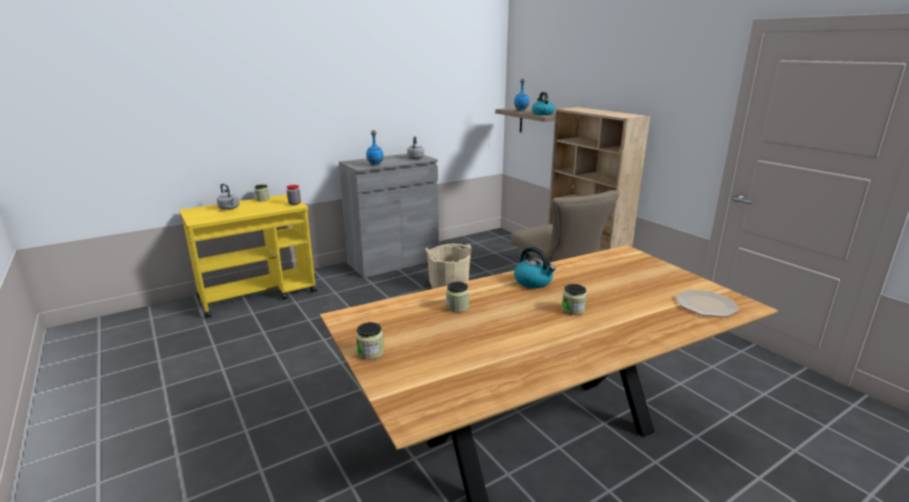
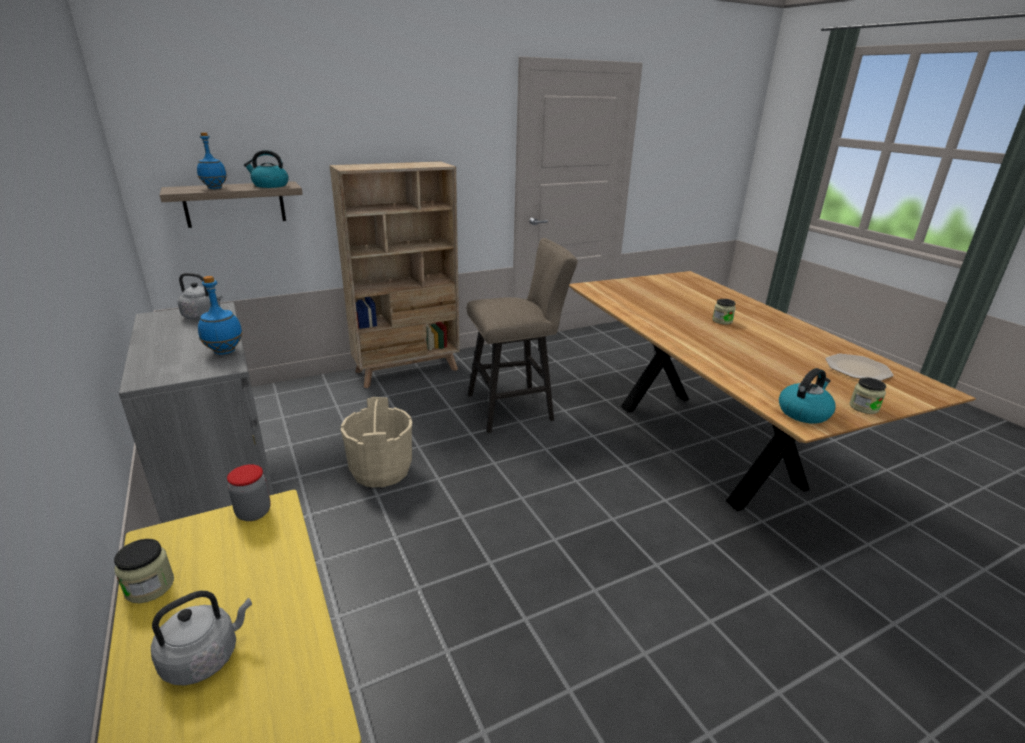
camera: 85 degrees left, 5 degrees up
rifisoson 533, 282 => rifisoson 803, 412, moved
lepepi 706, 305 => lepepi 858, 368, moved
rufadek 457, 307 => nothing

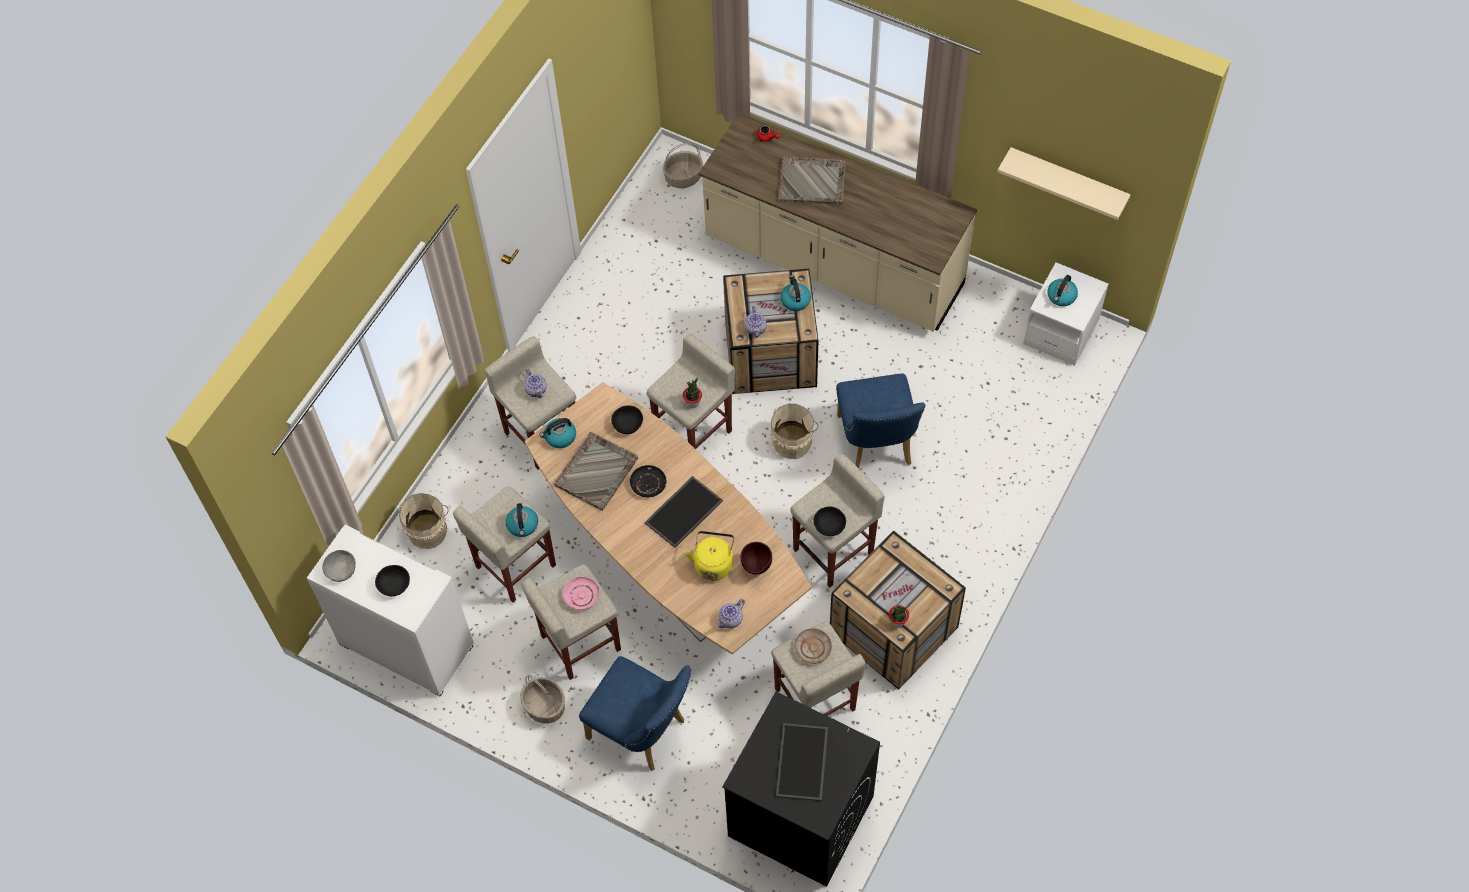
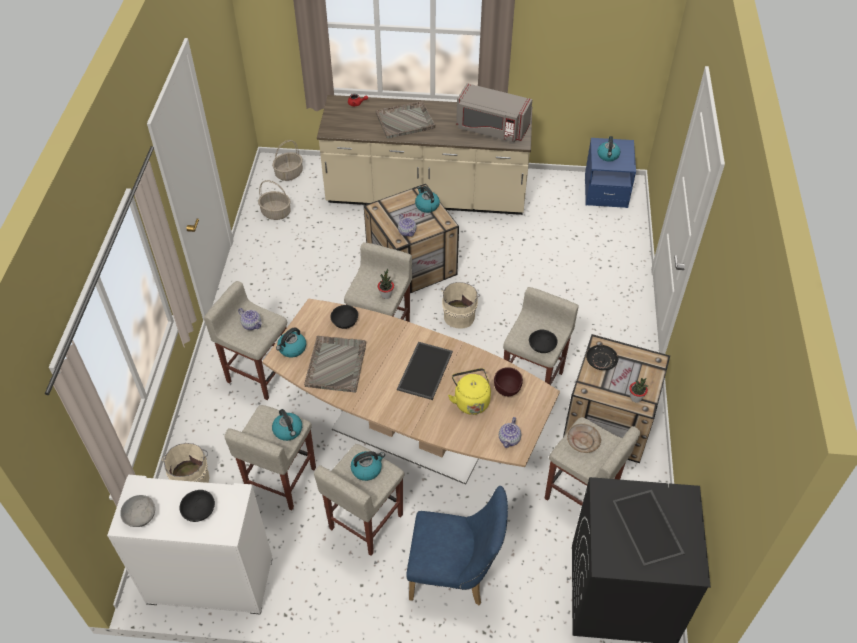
camera: 25 degrees left, 10 degrees down
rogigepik 545, 706 => rogigepik 276, 212, moved
lepepi (pink) 581, 596 => rifisoson 367, 469
nothing => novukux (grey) 491, 128
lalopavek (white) 1061, 332 => lalopavek (blue) 605, 191
lepepi (black) 648, 484 => lepepi (black) 601, 360, moved
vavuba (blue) 876, 446 => nothing
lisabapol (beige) 1067, 181 => nothing

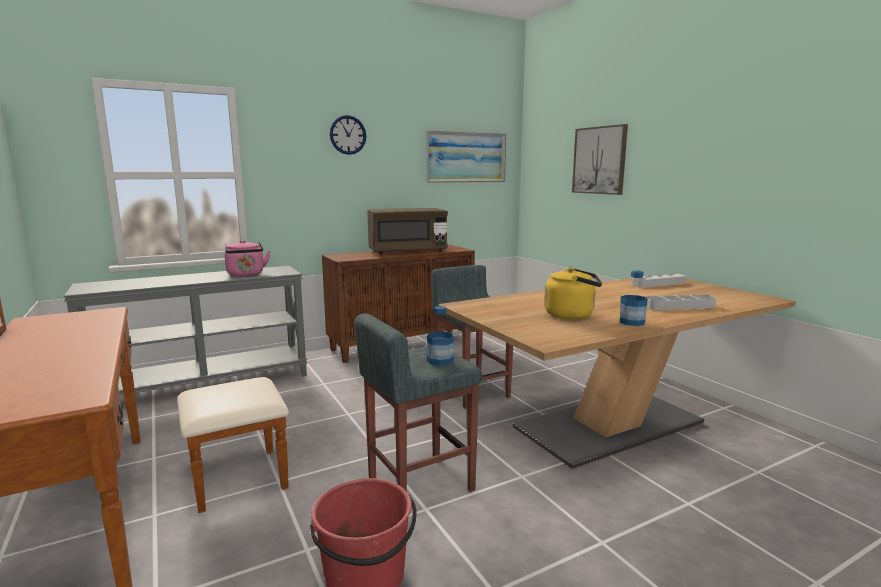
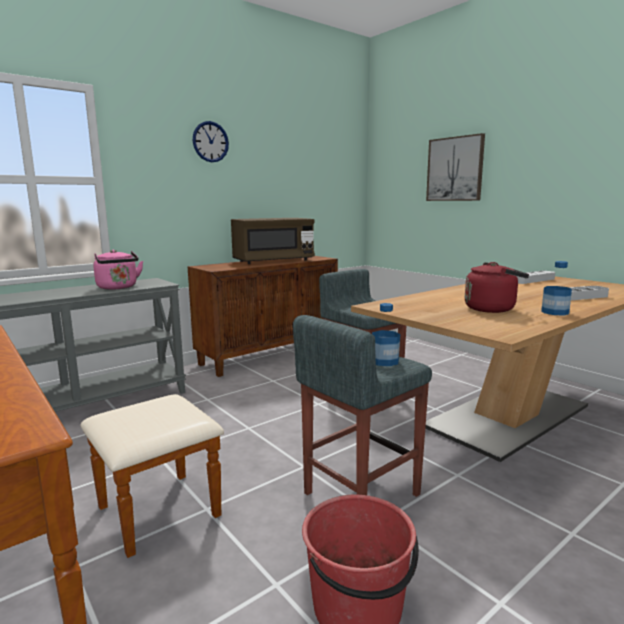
camera: 10 degrees left, 0 degrees up
rifisoson (yellow) 572, 315 => rifisoson (red) 492, 309
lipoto 466, 157 => nothing

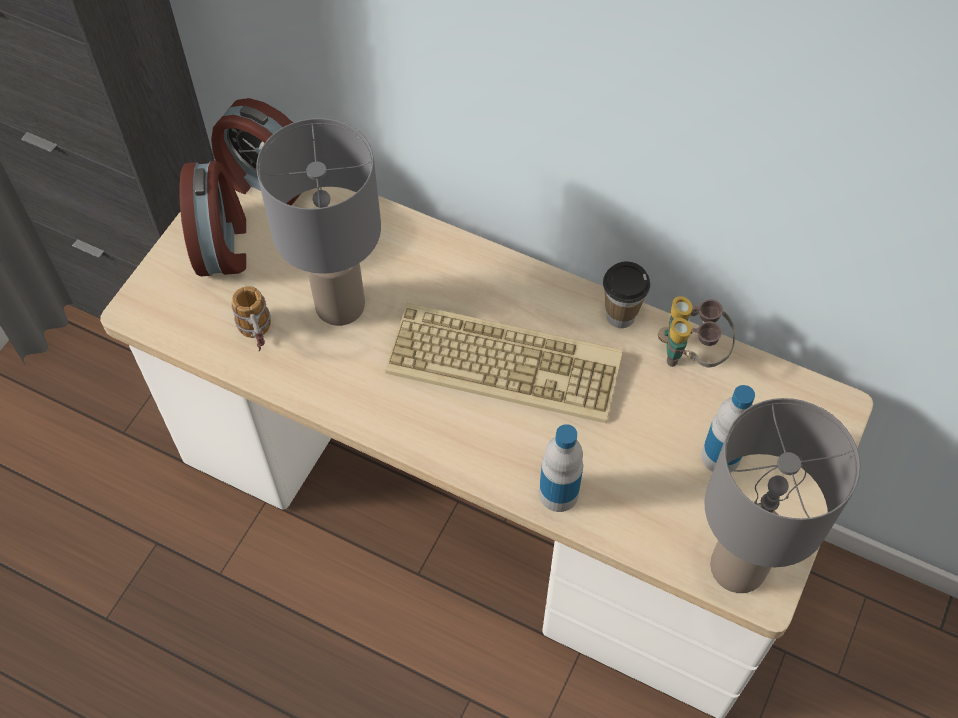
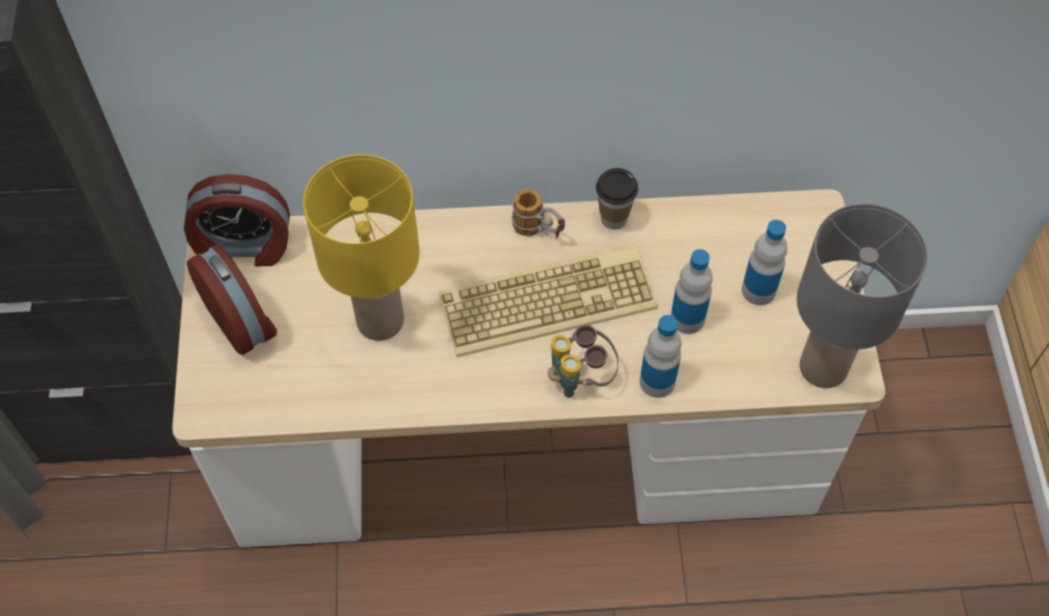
camera: 30 degrees left, 0 degrees up
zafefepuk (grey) 338, 304 => zafefepuk (yellow) 378, 320
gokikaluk 258, 337 => gokikaluk 539, 232, moved
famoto 691, 353 => famoto 580, 377, moved
nothing => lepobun 687, 318

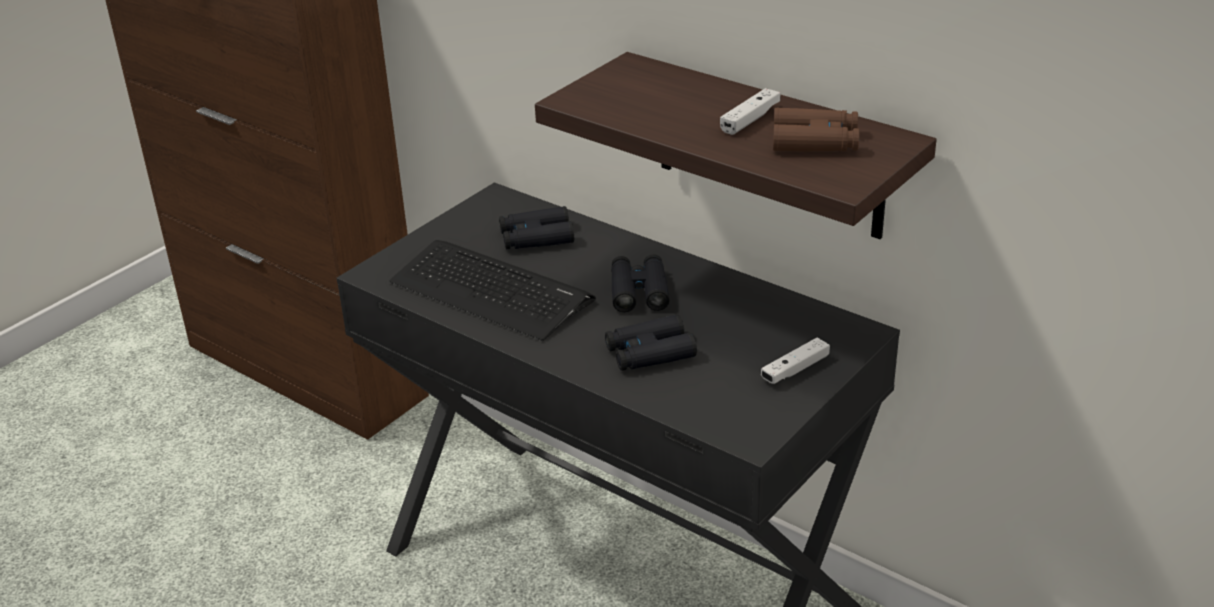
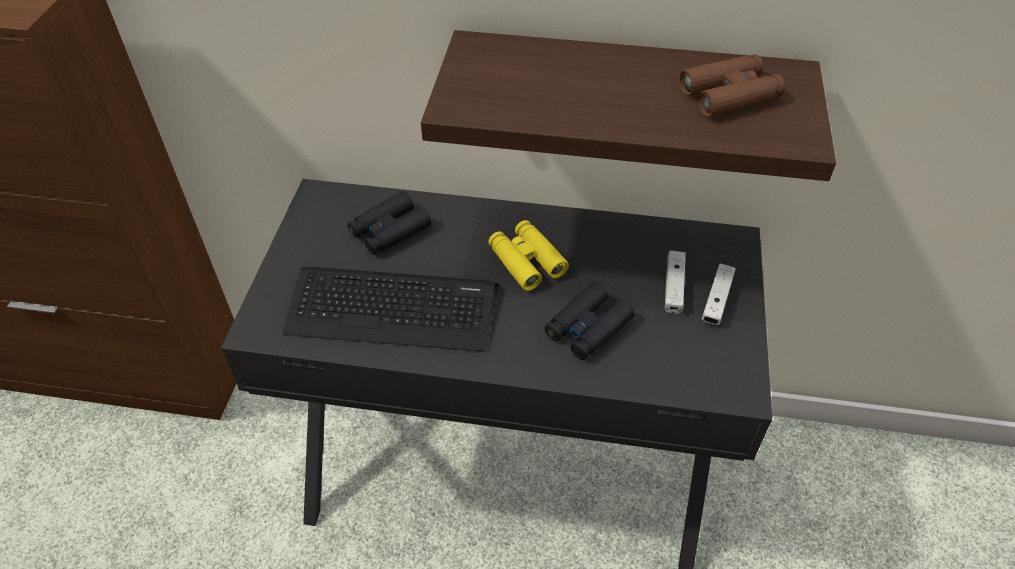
camera: 30 degrees left, 15 degrees up
famoto (black) 639, 291 => famoto (yellow) 526, 261
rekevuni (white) 750, 119 => rekevuni (white) 673, 287, moved

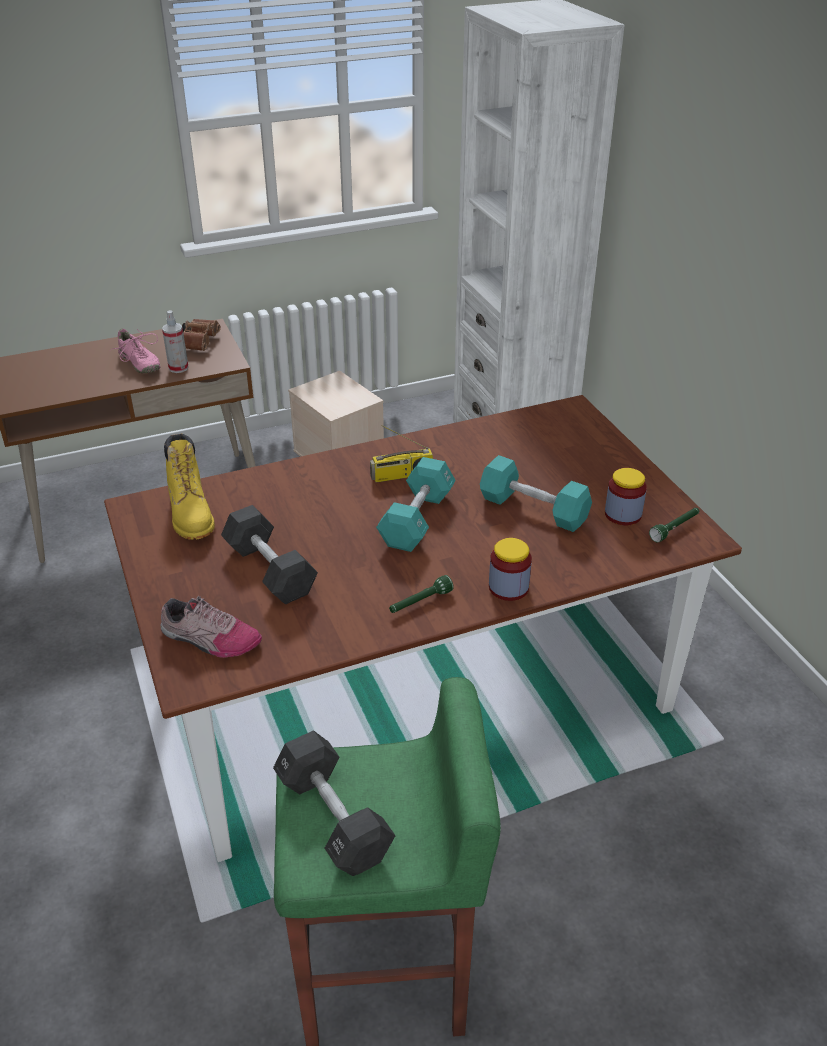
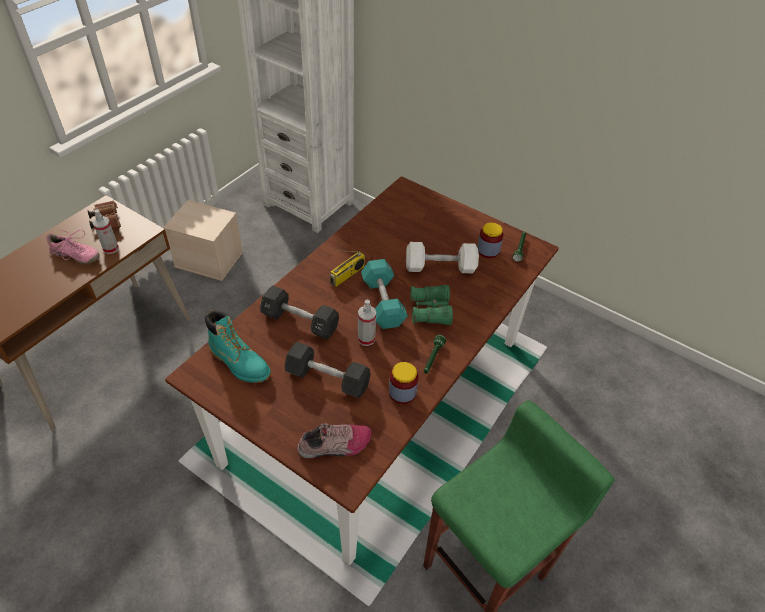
camera: 35 degrees left, 10 degrees up
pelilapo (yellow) 191, 515 => pelilapo (turquoise) 240, 363
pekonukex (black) 333, 817 => pekonukex (black) 300, 321, moved
nothing => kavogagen 366, 339
rufadek 508, 587 => rufadek 402, 392, moved
pekonukex (turquoise) 533, 509 => pekonukex (white) 440, 267
nothing => famoto (green) 430, 311

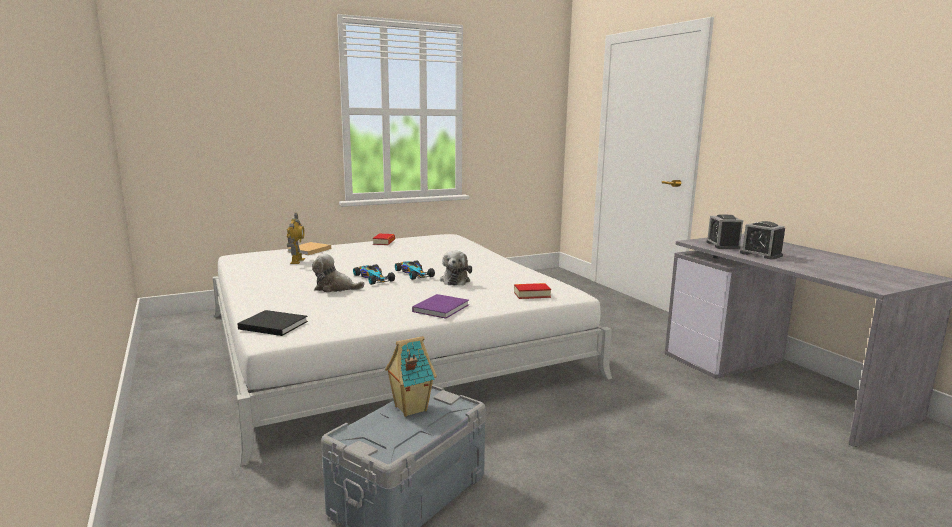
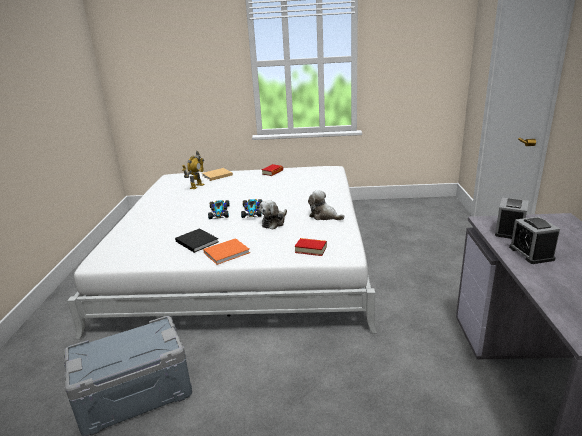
camera: 30 degrees right, 10 degrees up
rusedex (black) 272, 325 => rusedex (black) 196, 241, moved
rusedex (purple) 442, 308 => rusedex (orange) 228, 252
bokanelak 335, 288 => bokanelak 324, 216, moved
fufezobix 410, 408 => nothing

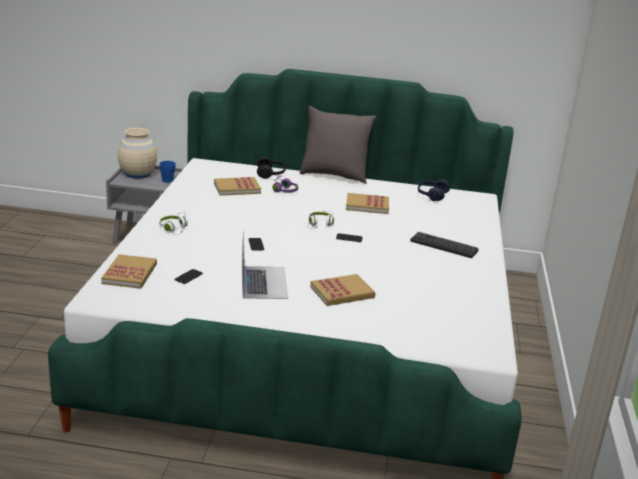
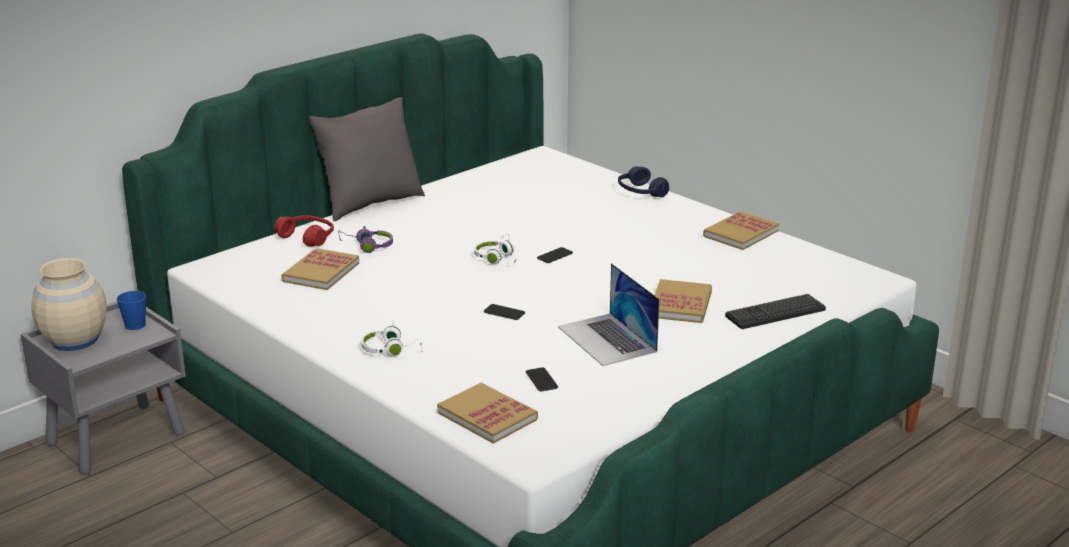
camera: 50 degrees left, 0 degrees up
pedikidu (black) 270, 174 => pedikidu (red) 307, 238
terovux 263, 282 => terovux 607, 339, 150 degrees counterclockwise
pedikidu (blue) 432, 195 => pedikidu (blue) 641, 192, moved
rusedex 367, 205 => rusedex 741, 233, moved
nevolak 444, 246 => nevolak 775, 313, moved

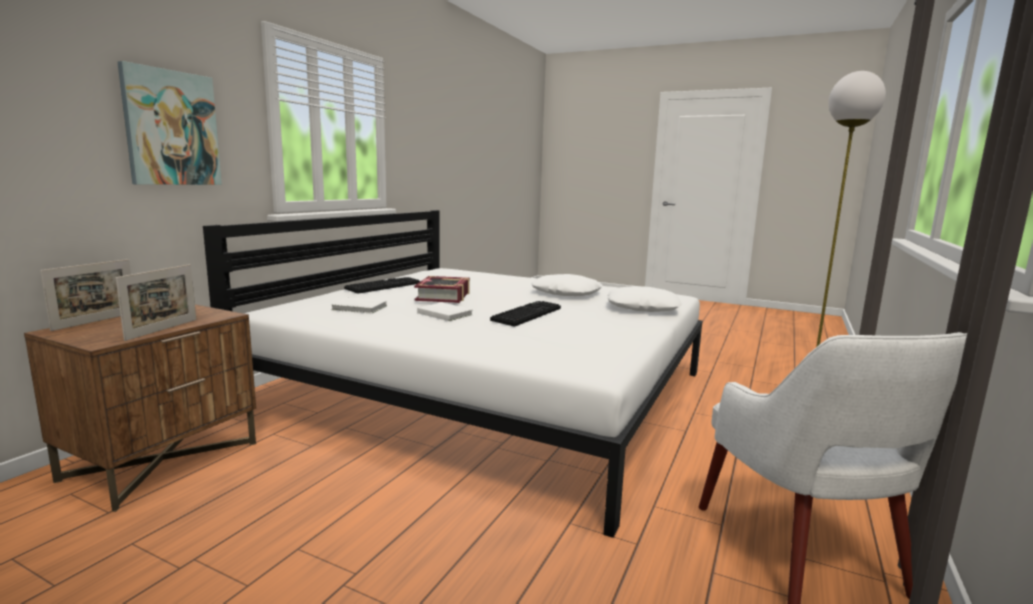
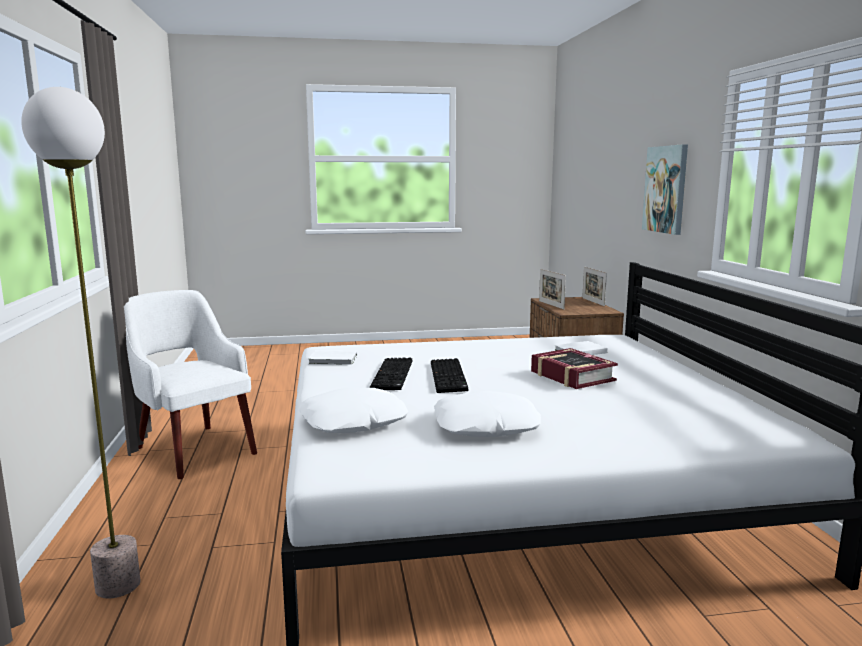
camera: 145 degrees right, 0 degrees up
rusedex (white) 444, 313 => rusedex (white) 334, 360, moved
nevolak 383, 286 => nevolak 394, 375, moved

